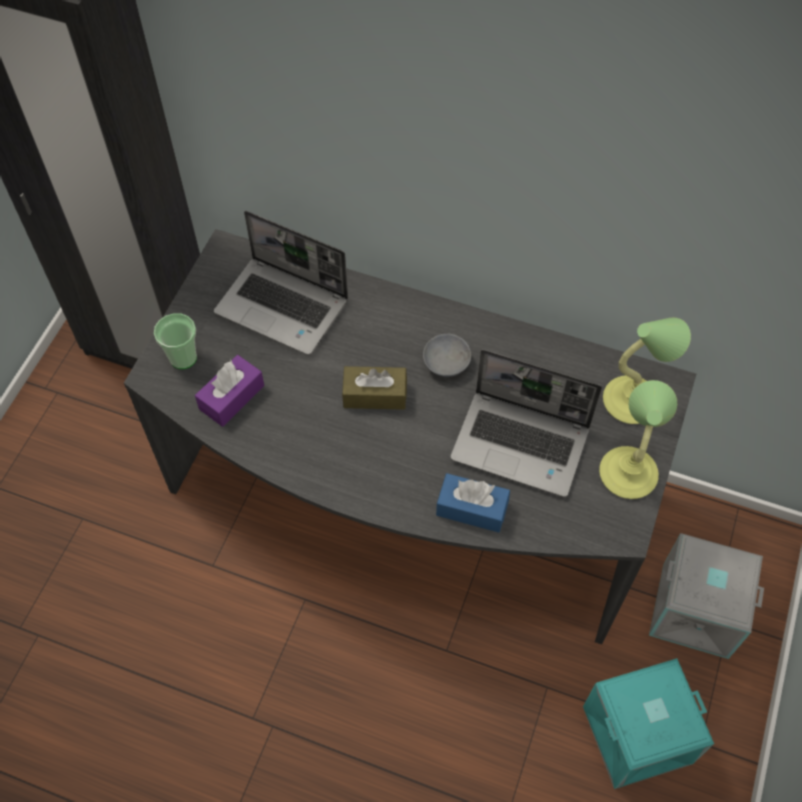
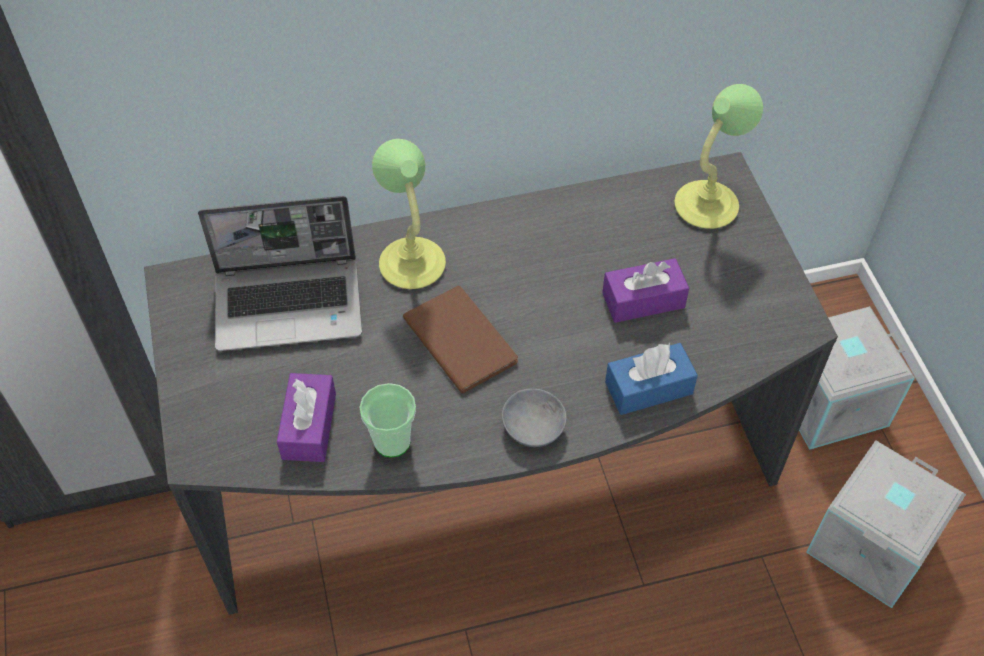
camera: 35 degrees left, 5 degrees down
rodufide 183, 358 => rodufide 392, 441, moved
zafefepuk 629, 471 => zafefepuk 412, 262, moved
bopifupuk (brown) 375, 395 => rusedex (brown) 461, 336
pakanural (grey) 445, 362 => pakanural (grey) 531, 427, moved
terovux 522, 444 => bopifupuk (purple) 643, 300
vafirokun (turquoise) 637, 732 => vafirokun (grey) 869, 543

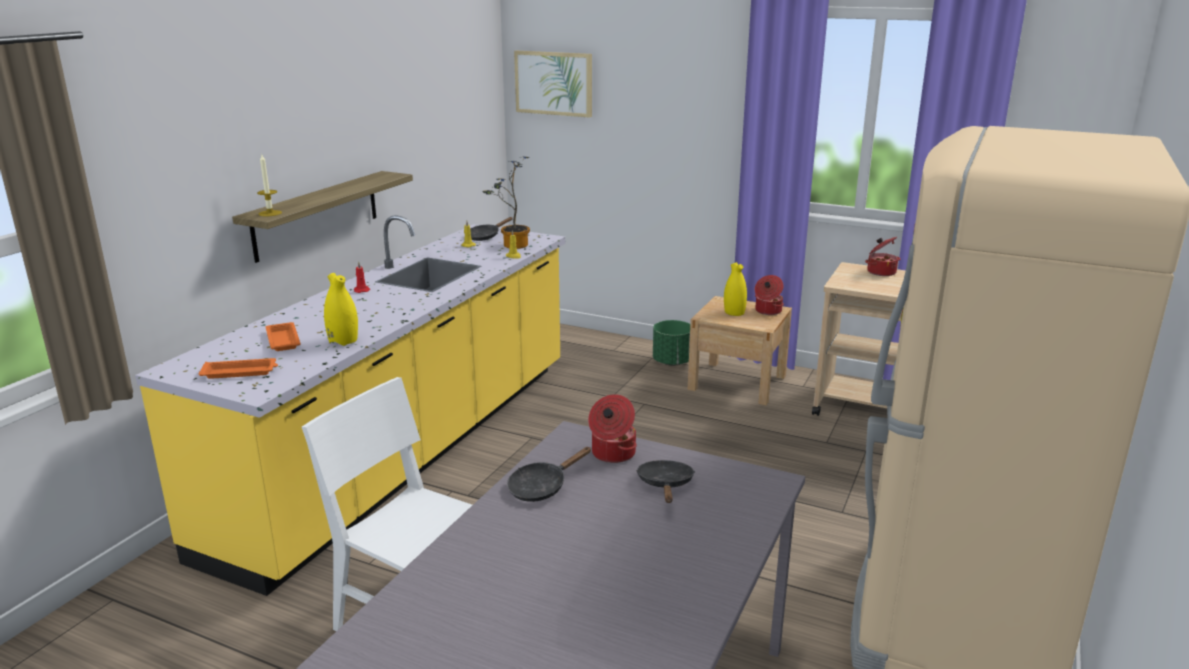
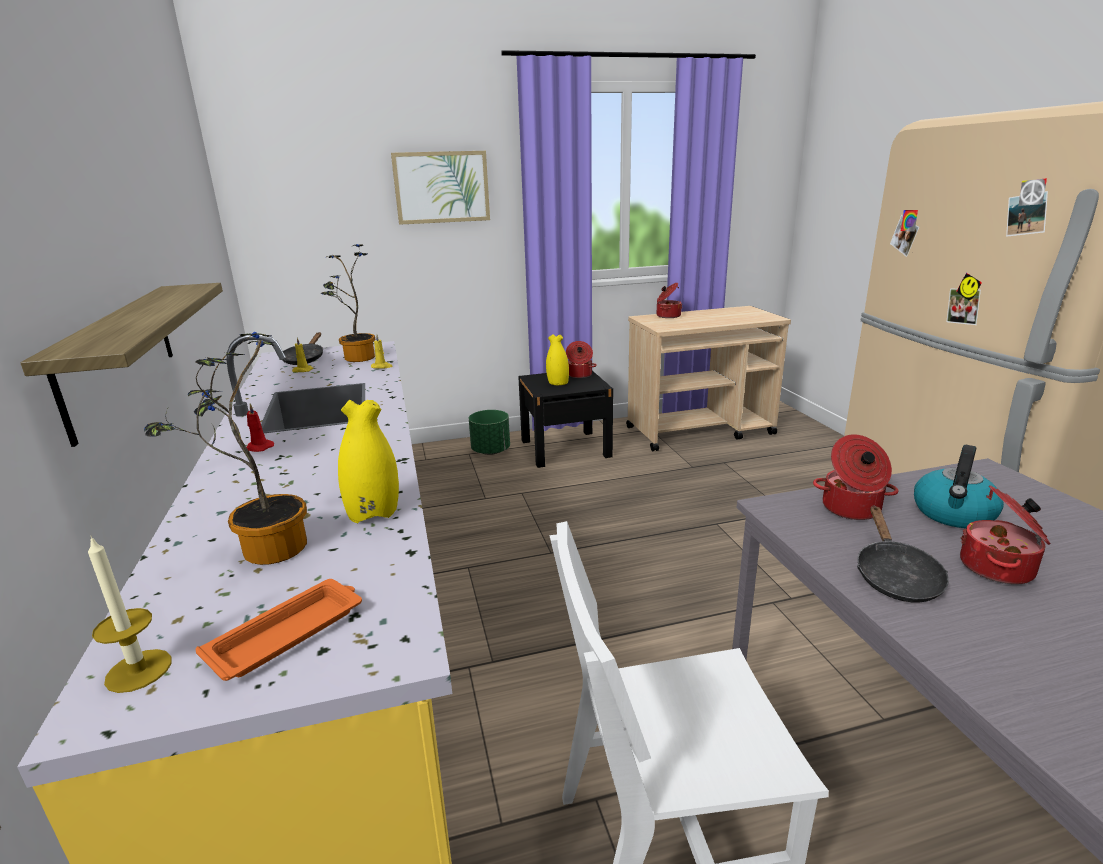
camera: 40 degrees left, 0 degrees up
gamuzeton 270, 213 => gamuzeton 139, 670, moved
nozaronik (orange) 283, 340 => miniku 265, 550
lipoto 554, 83 => lipoto 441, 187, moved
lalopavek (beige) 737, 382 => lalopavek (black) 565, 448
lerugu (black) 665, 485 => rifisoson 953, 514
nothing => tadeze 998, 568

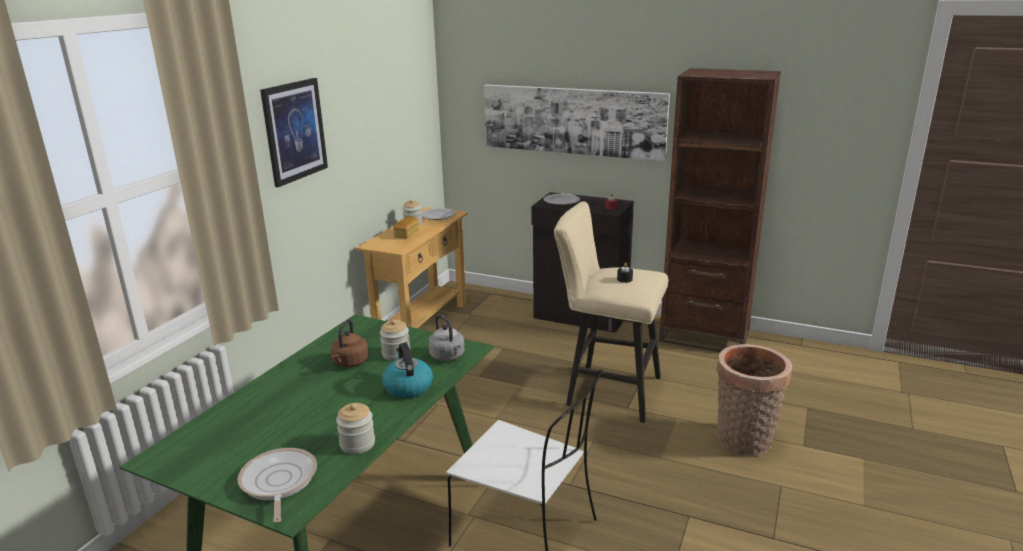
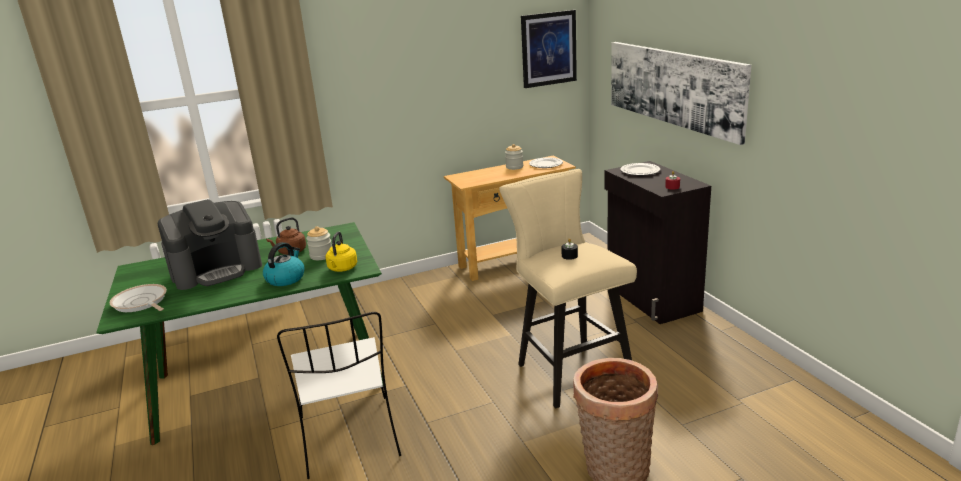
camera: 45 degrees right, 0 degrees up
lerugu 278, 482 => lerugu 141, 303, 75 degrees counterclockwise
nothing => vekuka 217, 270
rifisoson (grey) 448, 356 => rifisoson (yellow) 342, 269
lipoto 294, 131 => lipoto 548, 49, moved
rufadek 357, 444 => nothing
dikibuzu 406, 234 => nothing
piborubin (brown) 704, 336 => nothing

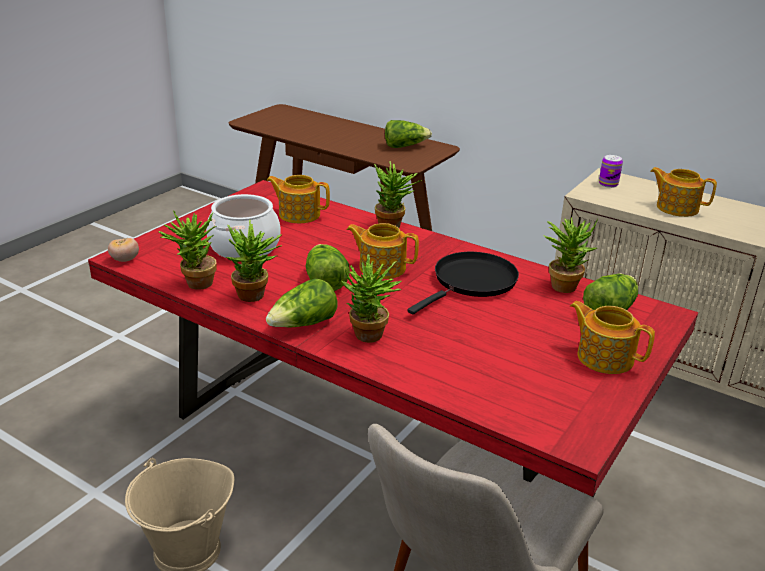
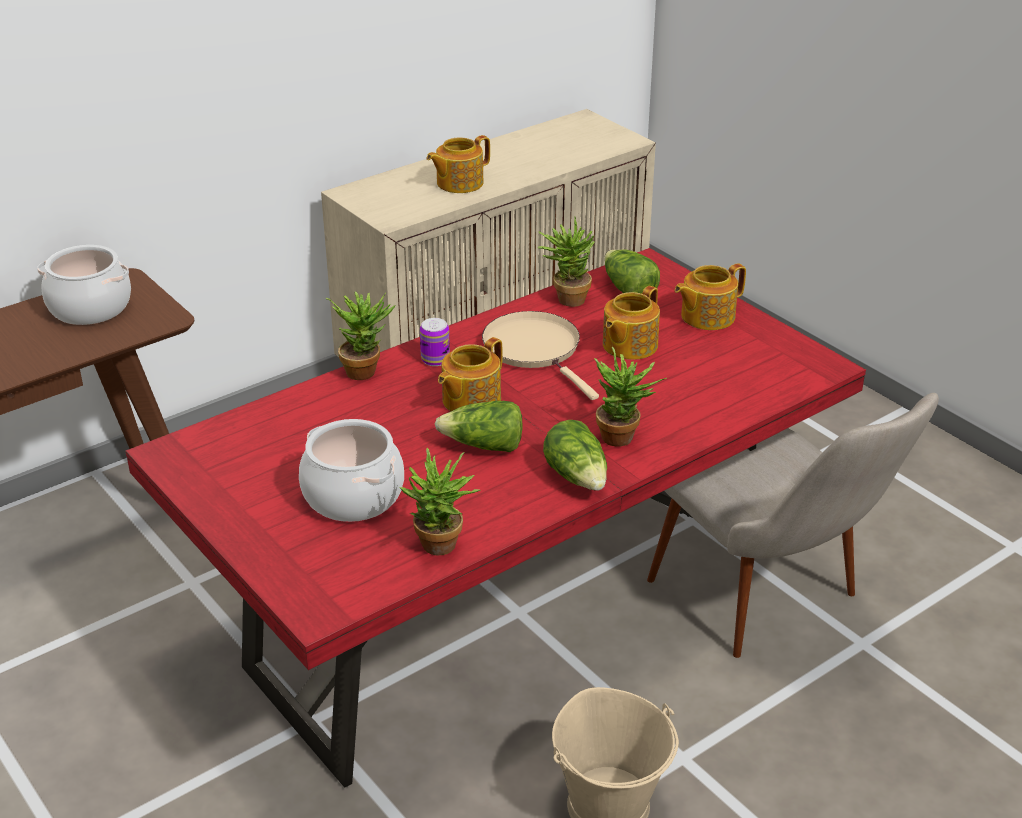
camera: 70 degrees left, 5 degrees up
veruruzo 405, 146 => tadeze 89, 308
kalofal 608, 184 => kalofal 435, 359, moved
lerugu (black) 472, 282 => lerugu (beige) 535, 349
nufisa 298, 214 => nufisa 628, 345, moved
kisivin 125, 260 => nothing
miniku 256, 297 => nothing

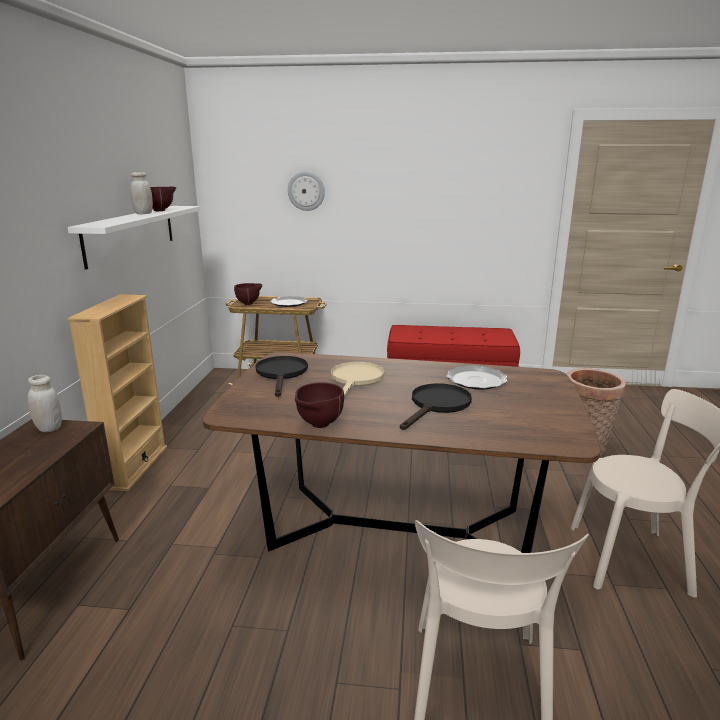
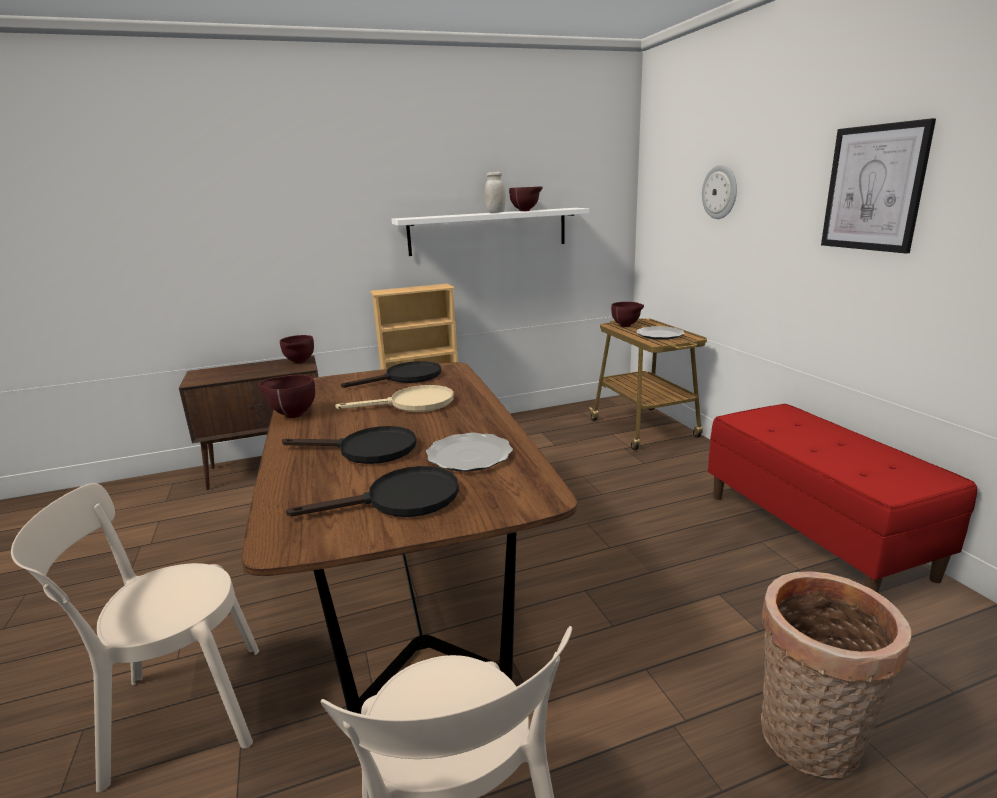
camera: 65 degrees right, 0 degrees up
rufadek (white) 49, 428 => pakanural (brown) 299, 362
nothing => lerugu (black) 400, 500
nothing => lipoto 874, 188

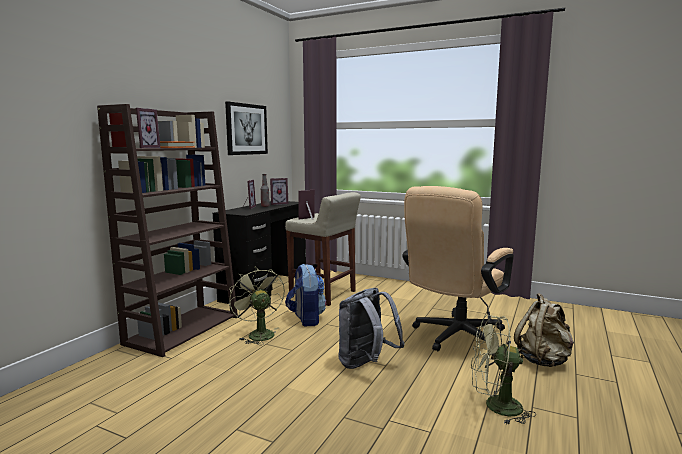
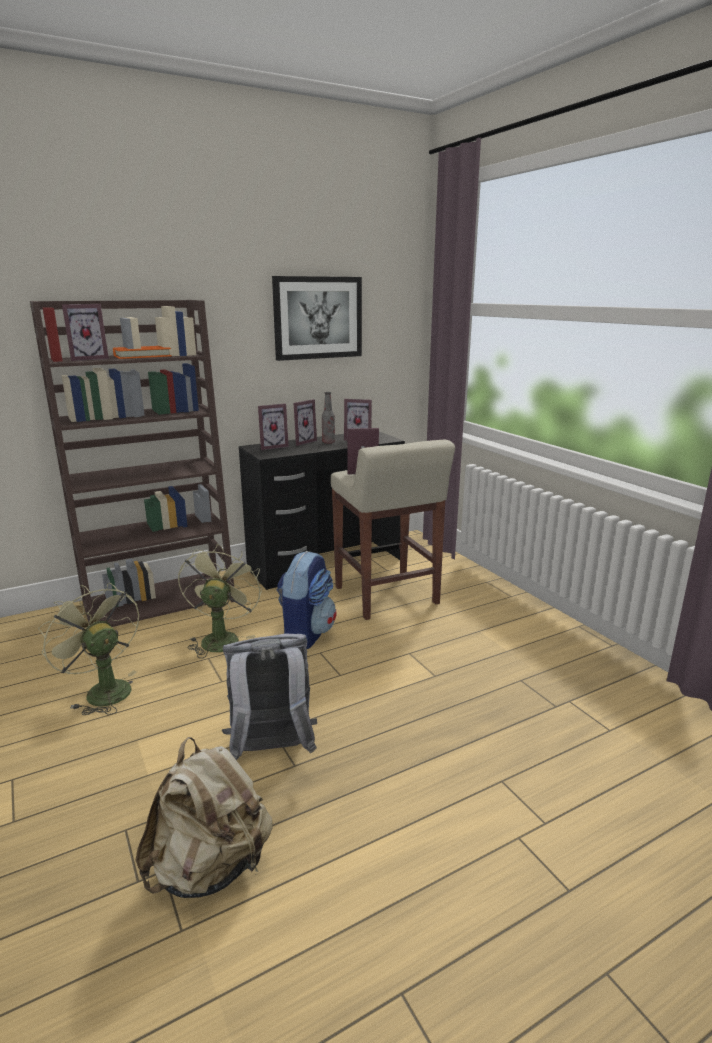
camera: 35 degrees right, 10 degrees up
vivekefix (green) 495, 407 => vivekefix (green) 102, 690, moved
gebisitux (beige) 543, 360 => gebisitux (beige) 210, 868, moved
nothing => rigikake 272, 446
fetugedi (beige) 454, 337 => nothing

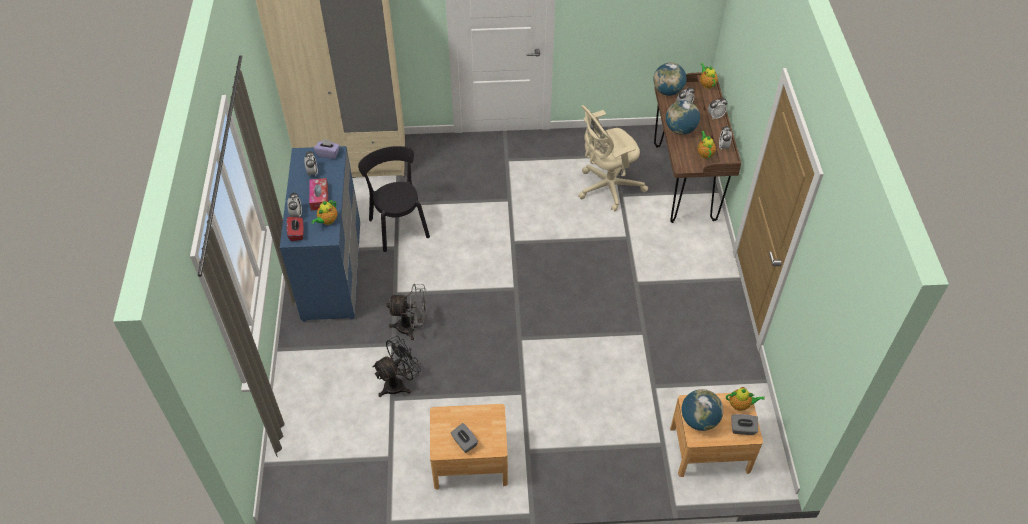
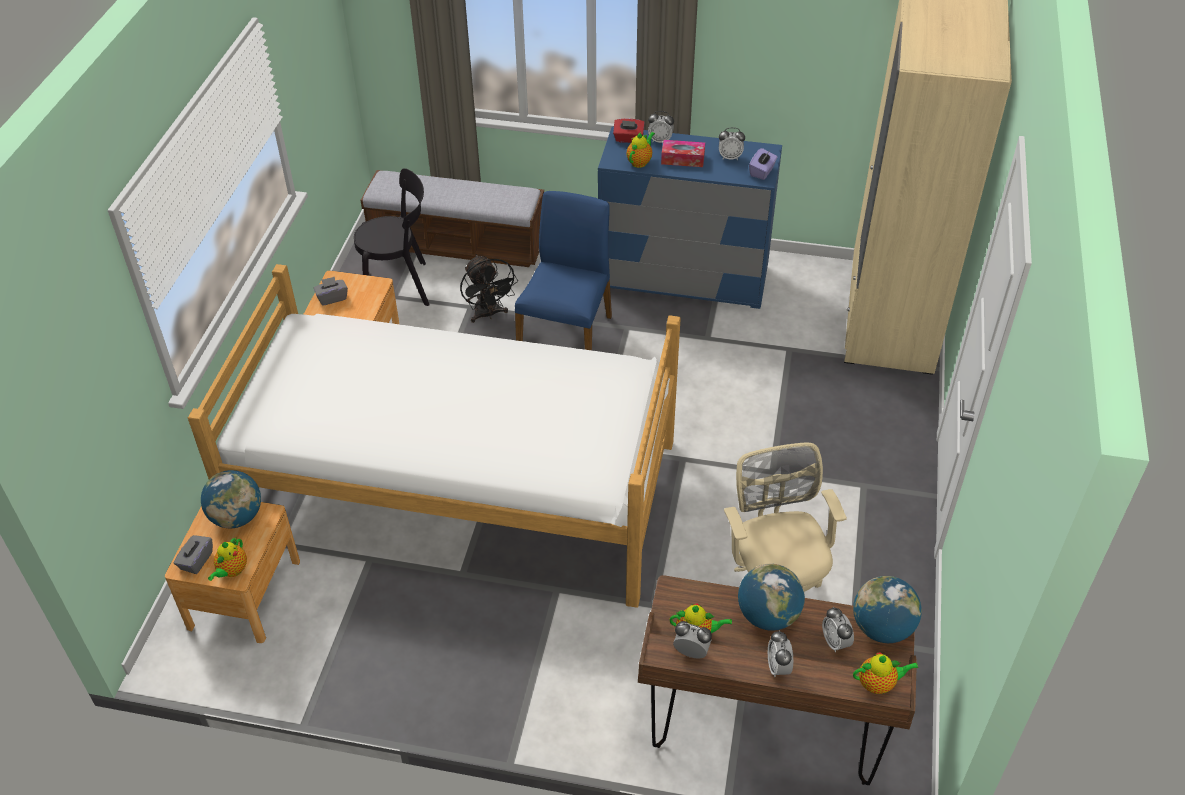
camera: 105 degrees right, 5 degrees down
nothing => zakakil 458, 488
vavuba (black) 398, 226 => vavuba (black) 400, 286, moved
nothing => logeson 458, 244
vivekefix (grey) 411, 327 => vavuba (blue) 567, 335
nufisa 327, 221 => nufisa 640, 162, 75 degrees clockwise

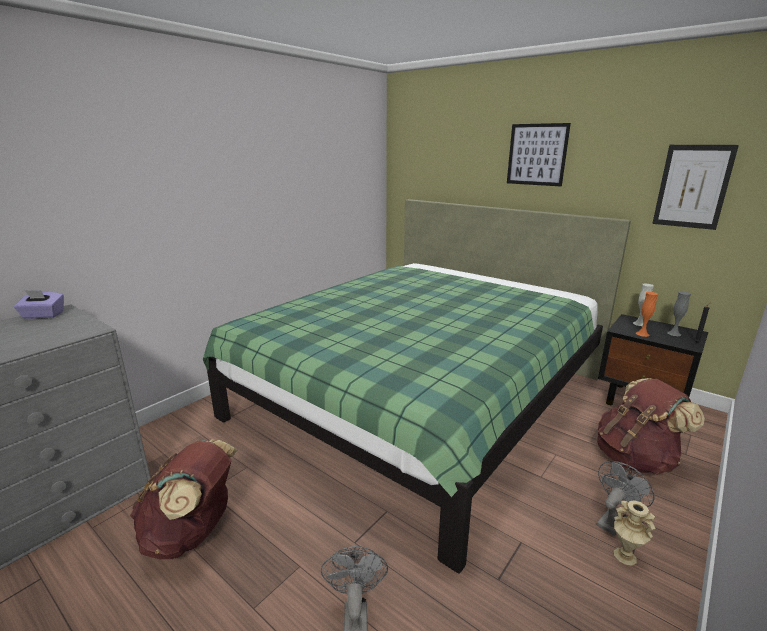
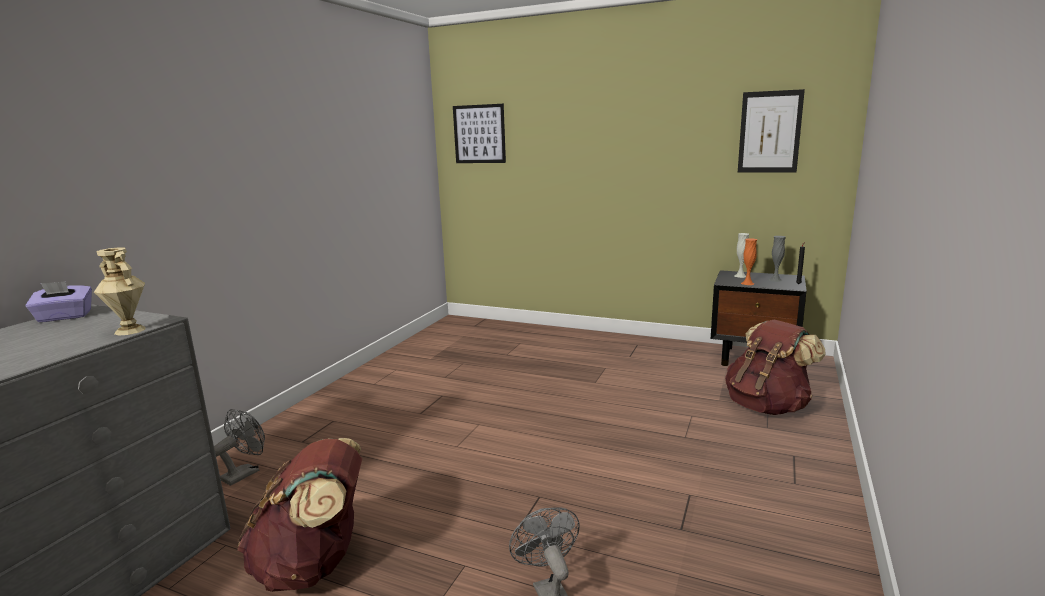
camera: 15 degrees left, 5 degrees down
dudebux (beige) 624, 556 => dudebux (beige) 129, 331, moved
vivekefix (grey) 613, 520 => vivekefix (grey) 245, 473, moved
lipoto 537, 154 => lipoto 479, 134, moved
zakakil (green) 419, 396 => nothing

